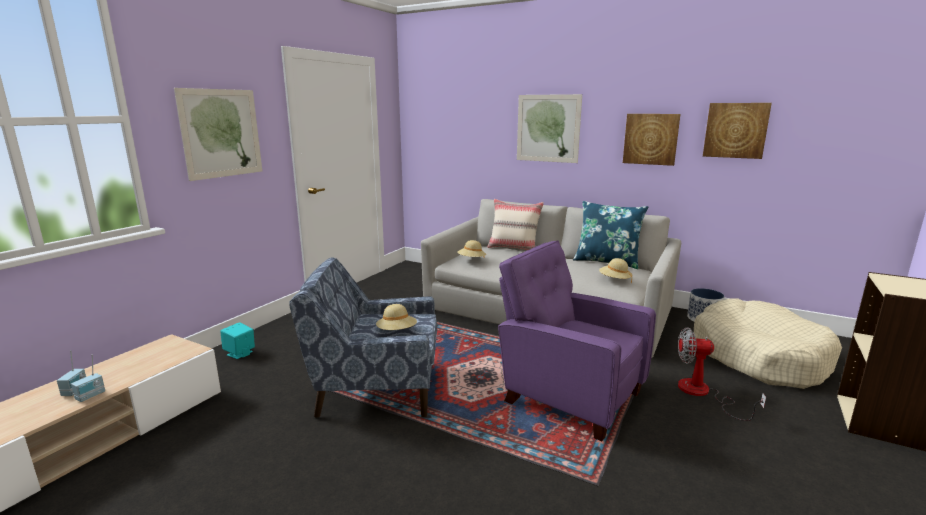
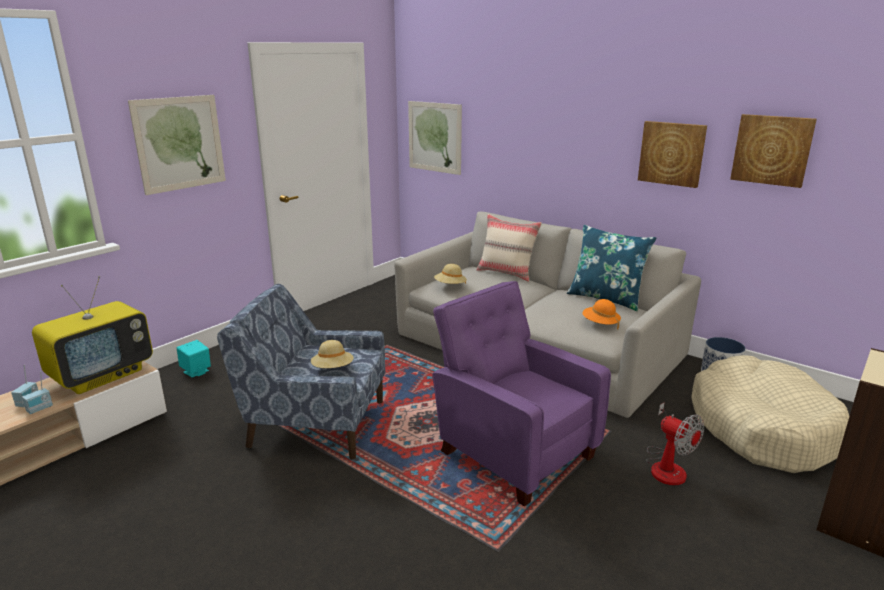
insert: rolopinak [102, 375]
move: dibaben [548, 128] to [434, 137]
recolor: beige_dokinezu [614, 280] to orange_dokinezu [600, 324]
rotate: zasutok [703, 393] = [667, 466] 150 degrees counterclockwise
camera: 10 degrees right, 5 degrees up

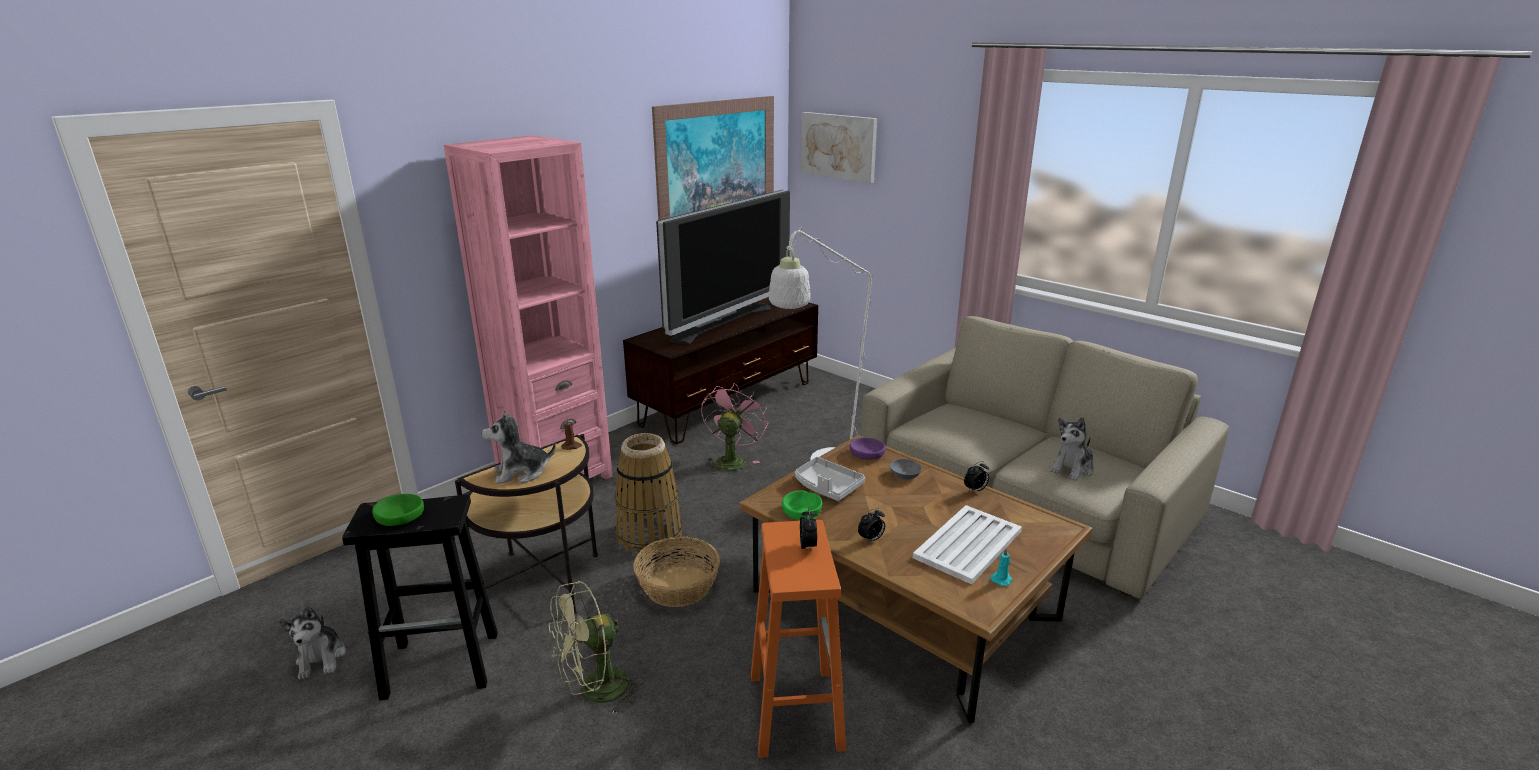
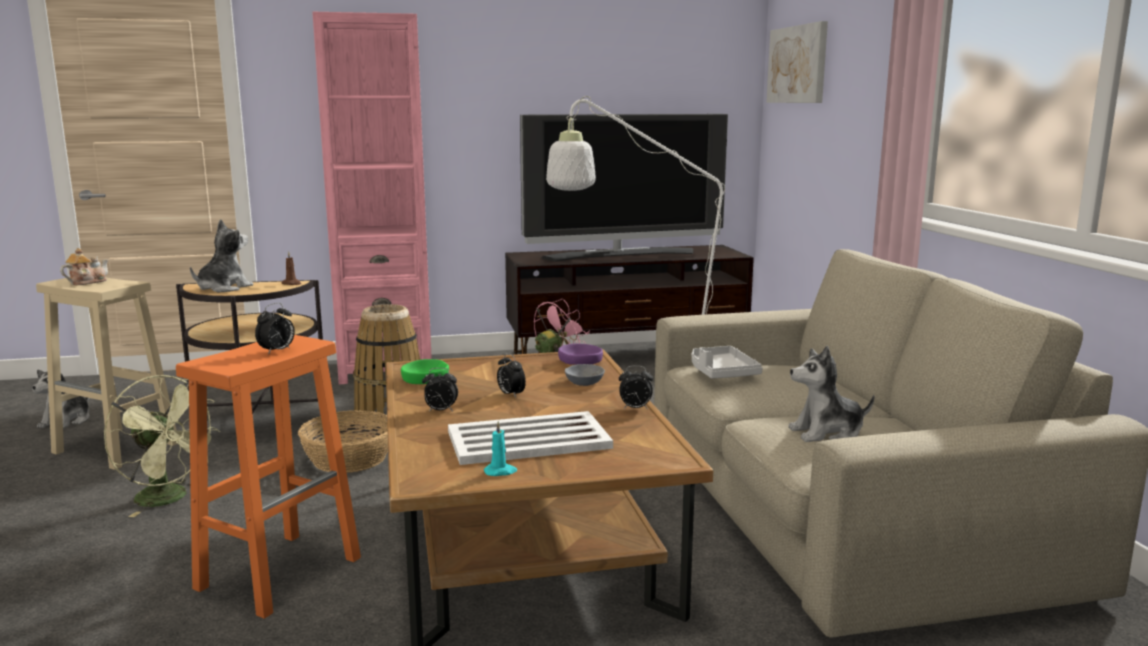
delete: dibaben [717, 161]
insert: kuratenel [510, 395]
move: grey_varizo [827, 487] to [721, 373]
replace: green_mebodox [400, 516] to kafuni [87, 282]
recolor: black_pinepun [443, 664] to beige_pinepun [118, 448]
rotate: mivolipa [521, 473] = [223, 288] 105 degrees clockwise; green_zasutok [595, 692] = [169, 499] 150 degrees counterclockwise
camera: 35 degrees right, 10 degrees down

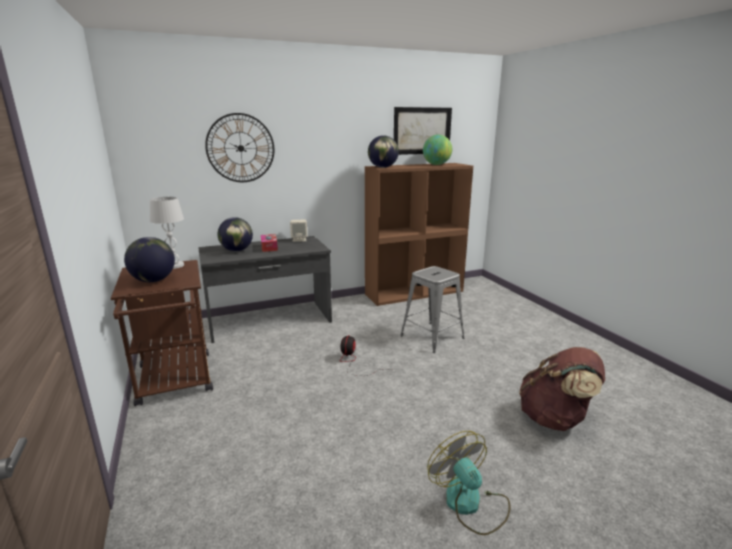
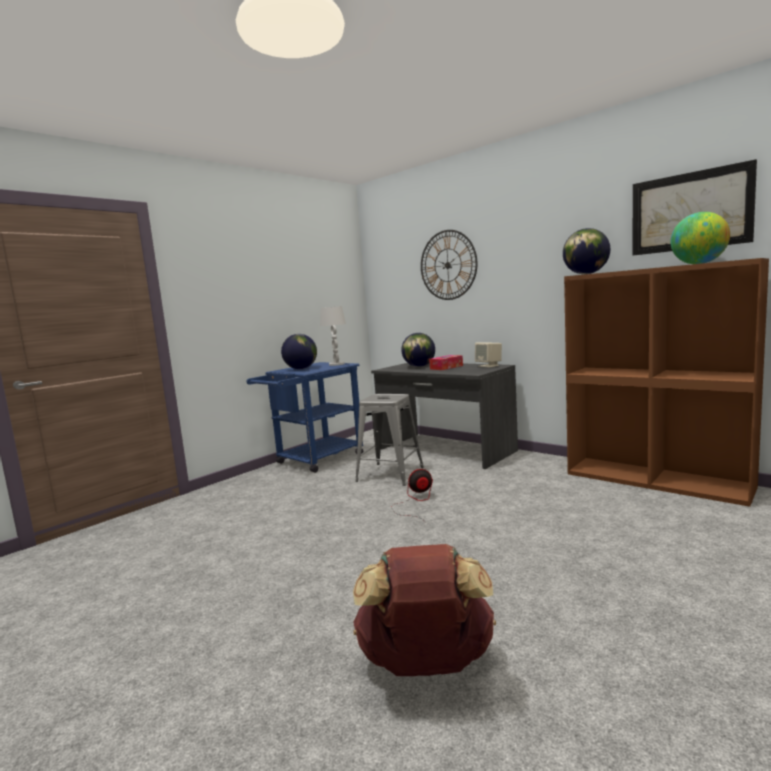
delete: zasutok [470, 504]
move: grey_pinepun [432, 337] to [390, 474]
recolor: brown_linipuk [175, 382] to blue_linipuk [314, 460]
camera: 65 degrees right, 10 degrees down

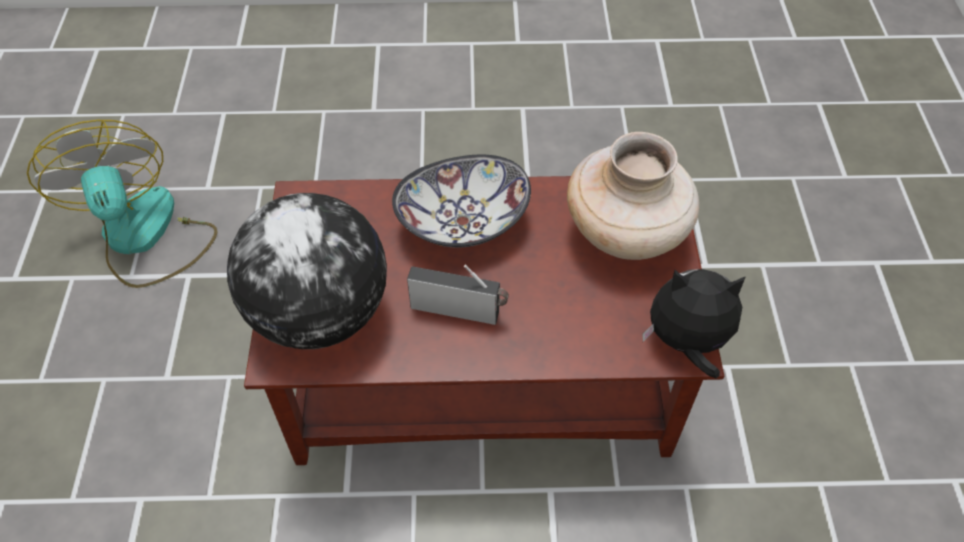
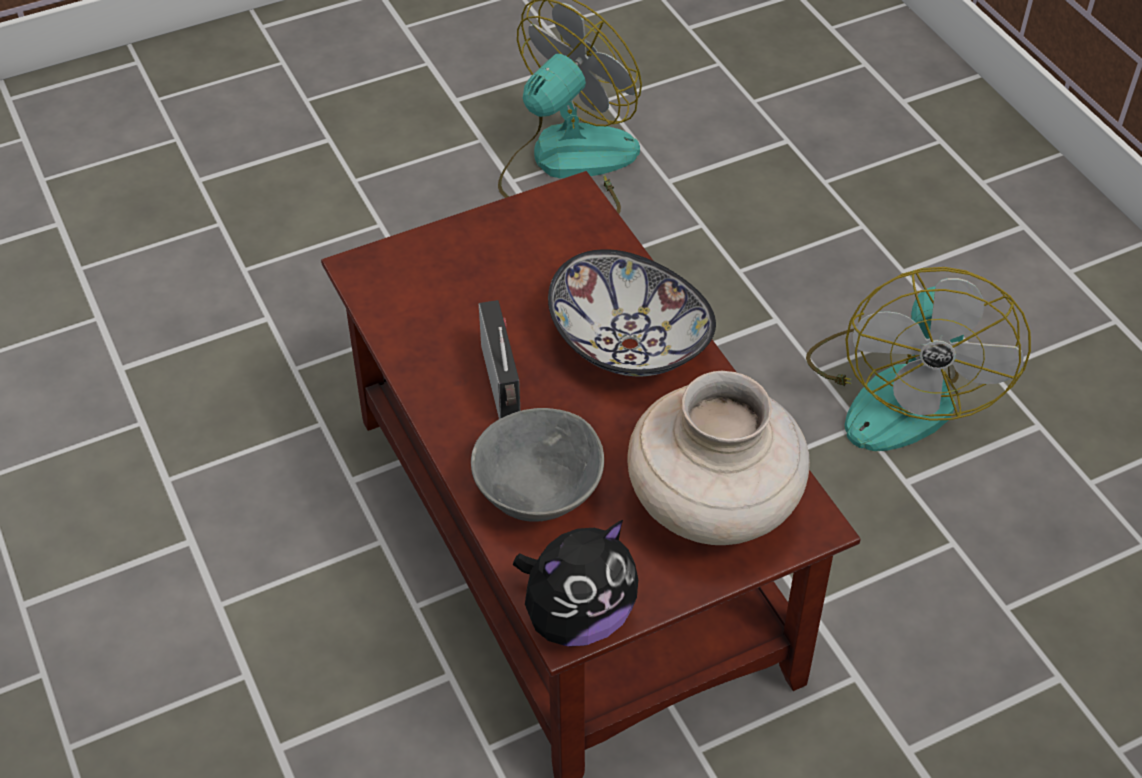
delete: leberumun [320, 314]
insert: grey_mebodox [536, 495]; zasutok [900, 390]
rotate: mivolipa [686, 343] = [577, 617] 75 degrees clockwise
camera: 65 degrees right, 5 degrees down

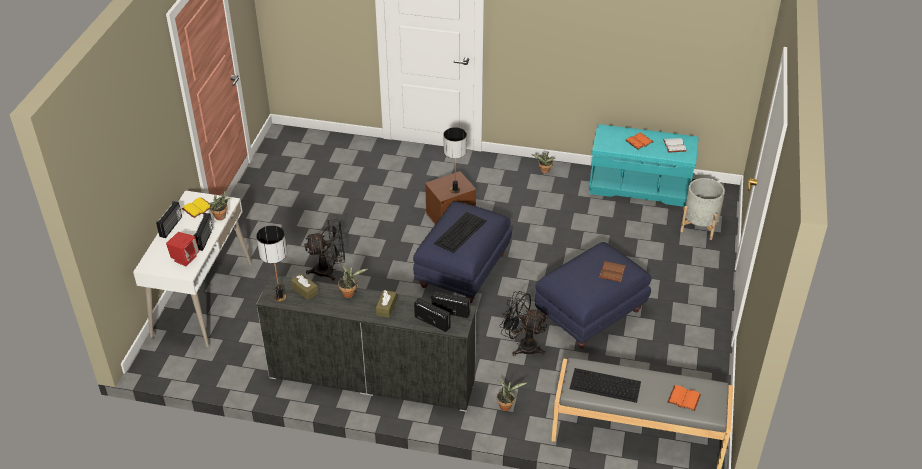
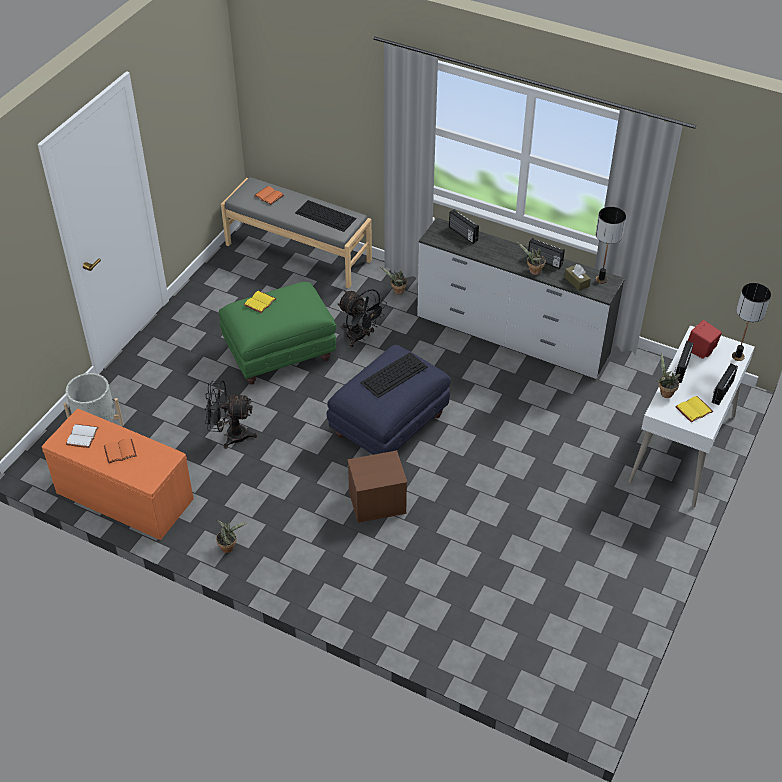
delete: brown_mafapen [386, 307]
move: black_zasutok [329, 270] to [230, 435]; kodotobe [451, 311] to [544, 261]; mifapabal [455, 190] to [737, 356]
recolor: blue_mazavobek [589, 315] to green_mazavobek [280, 353]; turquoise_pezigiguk [640, 186] to orange_pezigiguk [123, 496]; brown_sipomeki [611, 271] to yellow_sipomeki [260, 303]
camera: 165 degrees left, 5 degrees up

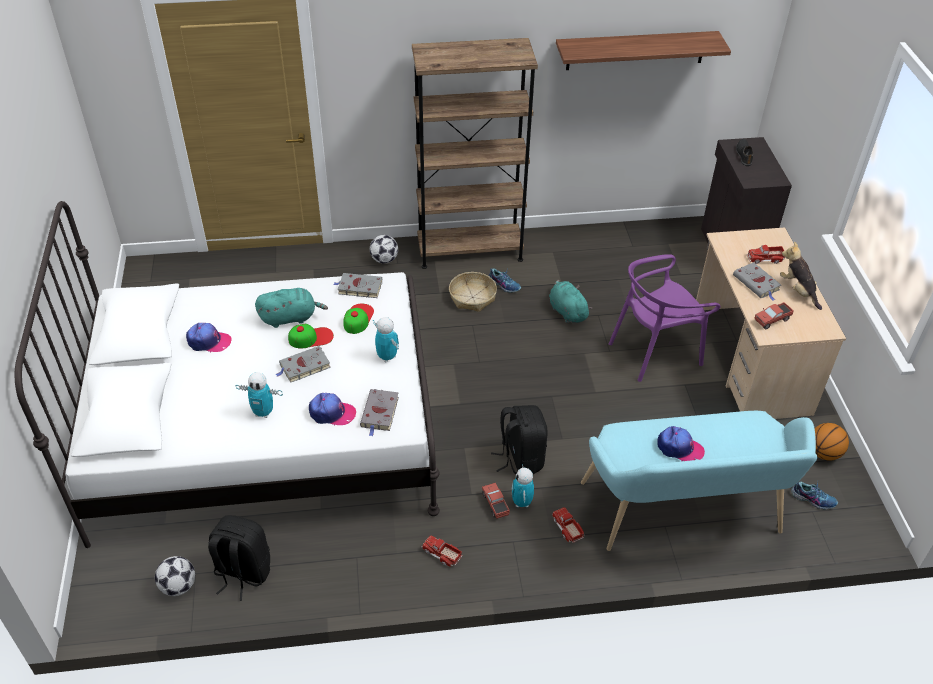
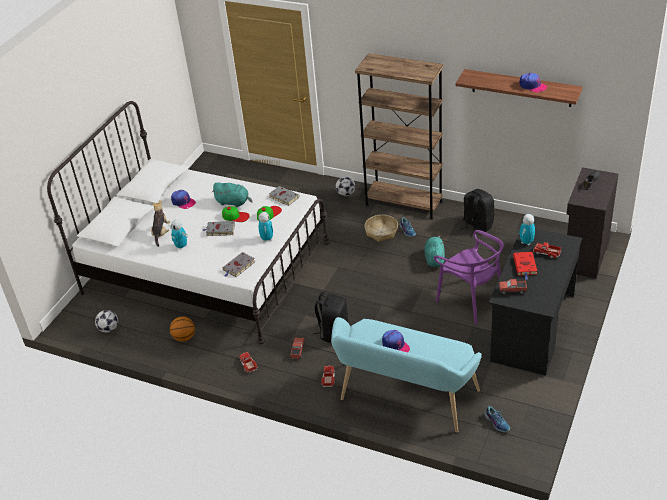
move: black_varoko [242, 572] to [476, 225]; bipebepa [332, 413] to [532, 86]; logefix [521, 502] to [526, 242]; mivolipa [798, 290] to [161, 233]; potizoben [823, 453] to [184, 337]
recolor: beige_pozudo [750, 360] to black_pozudo [532, 328]; grey_sipomeki [757, 283] to red_sipomeki [525, 266]
rotate: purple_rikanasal [654, 351] = [471, 301] 135 degrees counterclockwise
camera: 35 degrees right, 5 degrees down

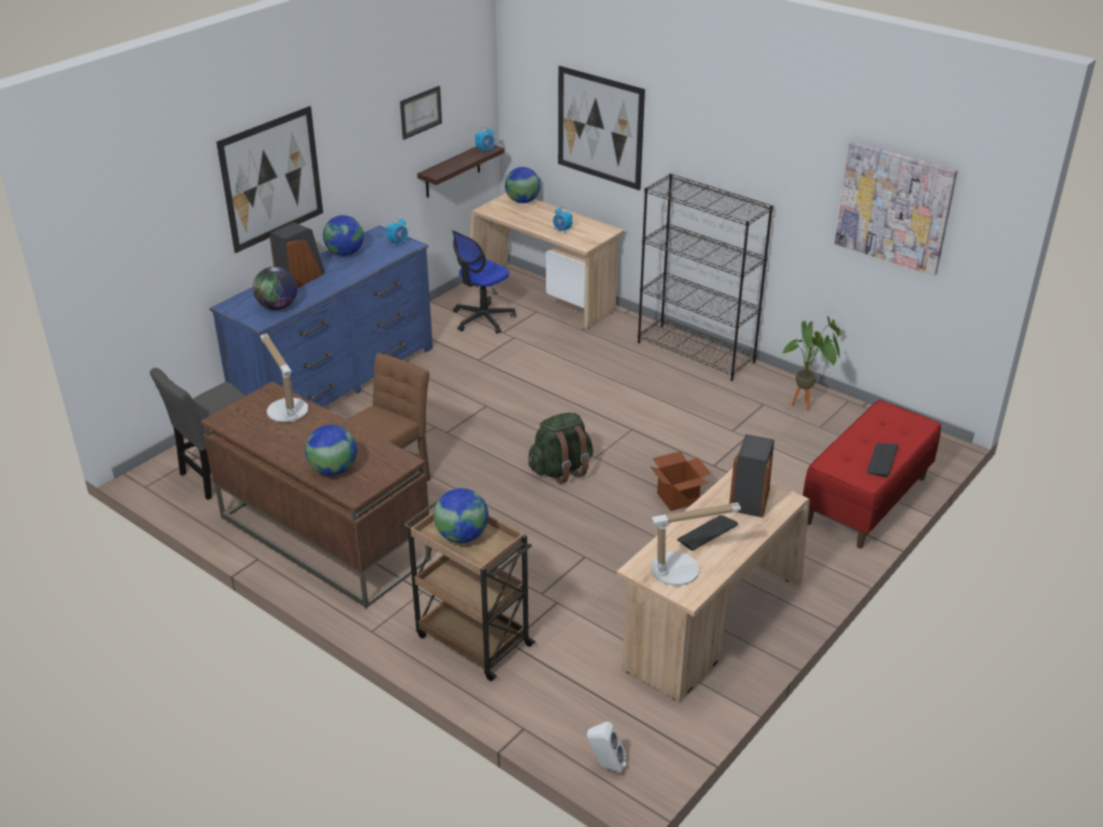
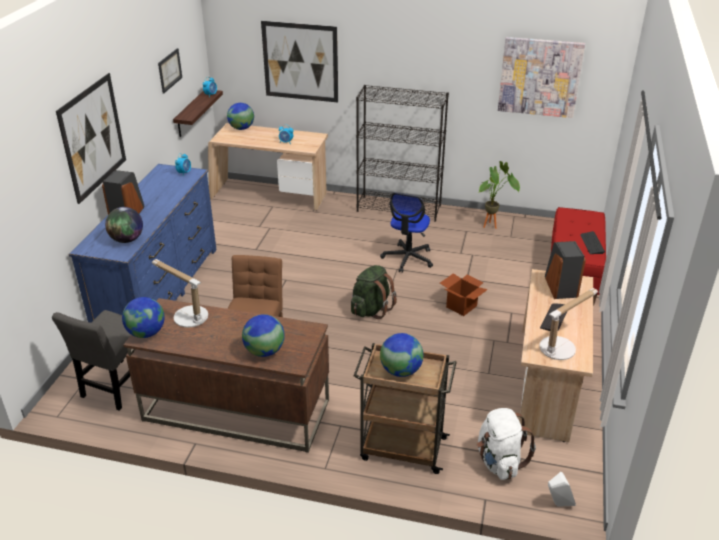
insert: white_varoko [499, 462]
move: leberumun [345, 253] to [146, 333]; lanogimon [483, 319] to [408, 258]
camera: 25 degrees left, 0 degrees up

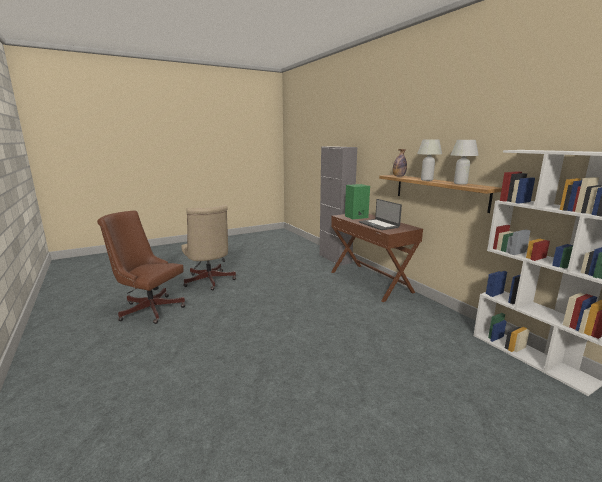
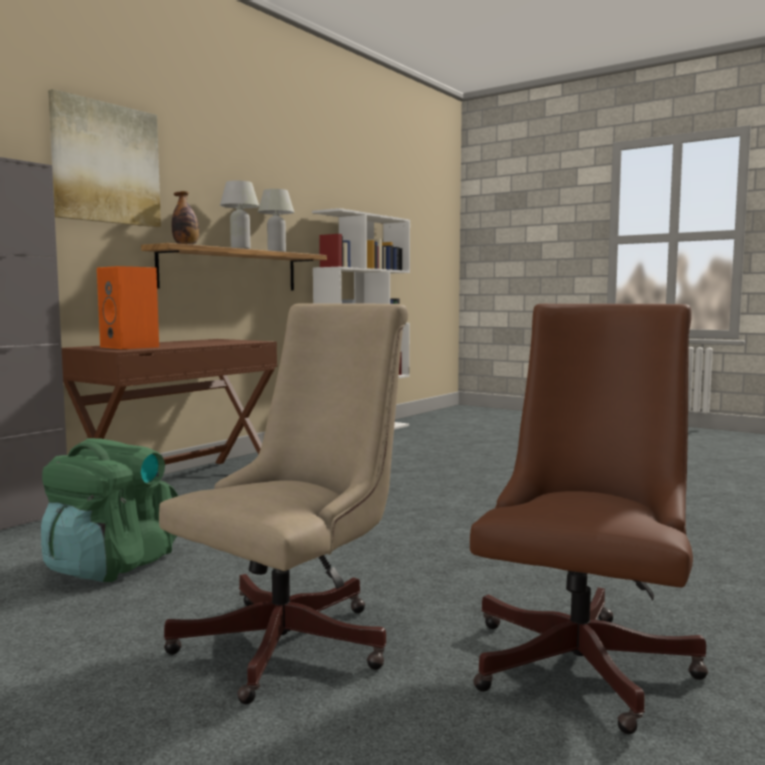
delete: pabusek [379, 225]
insert: green_varoko [110, 566]; dibaben [106, 163]
recolor: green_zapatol [356, 217] to orange_zapatol [131, 347]
rotate: brown_lanogimon [149, 308] = [585, 659] 150 degrees counterclockwise
camera: 115 degrees left, 10 degrees down

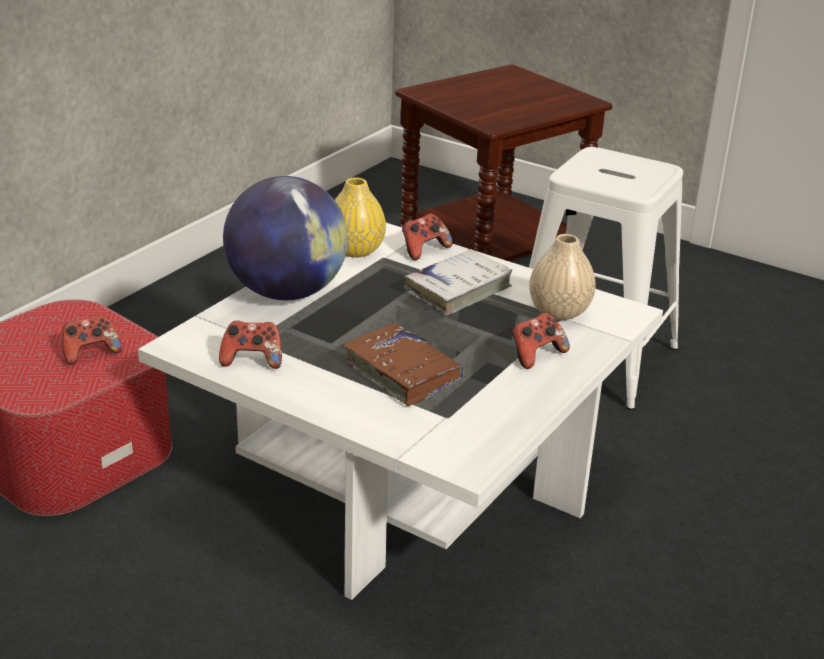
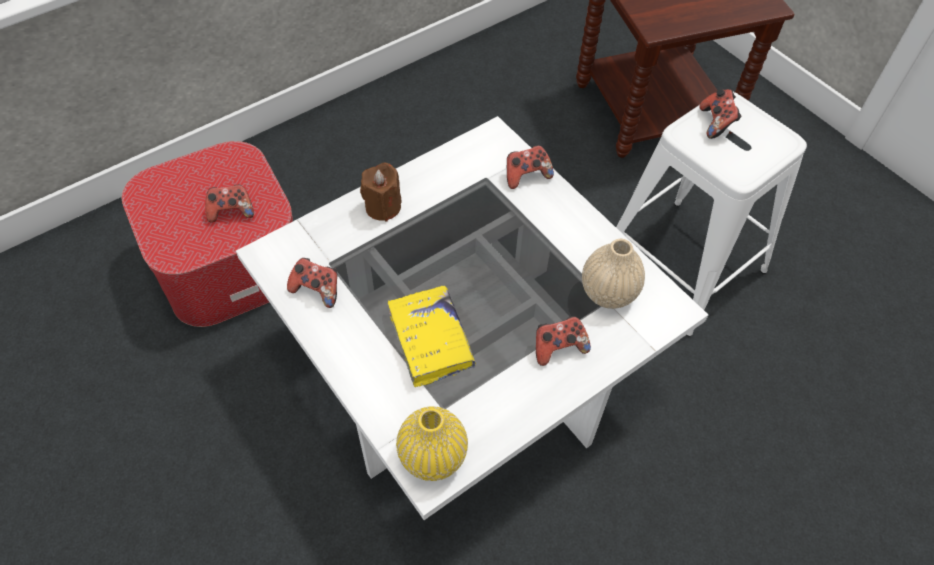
delete: white_sipomeki [458, 290]
insert: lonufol [716, 123]
move: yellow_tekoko [355, 250] to [432, 456]
replace: leberumun [287, 292] to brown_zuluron [383, 207]
recolor: brown_sipomeki [402, 373] to yellow_sipomeki [431, 340]
camera: 20 degrees right, 25 degrees up

